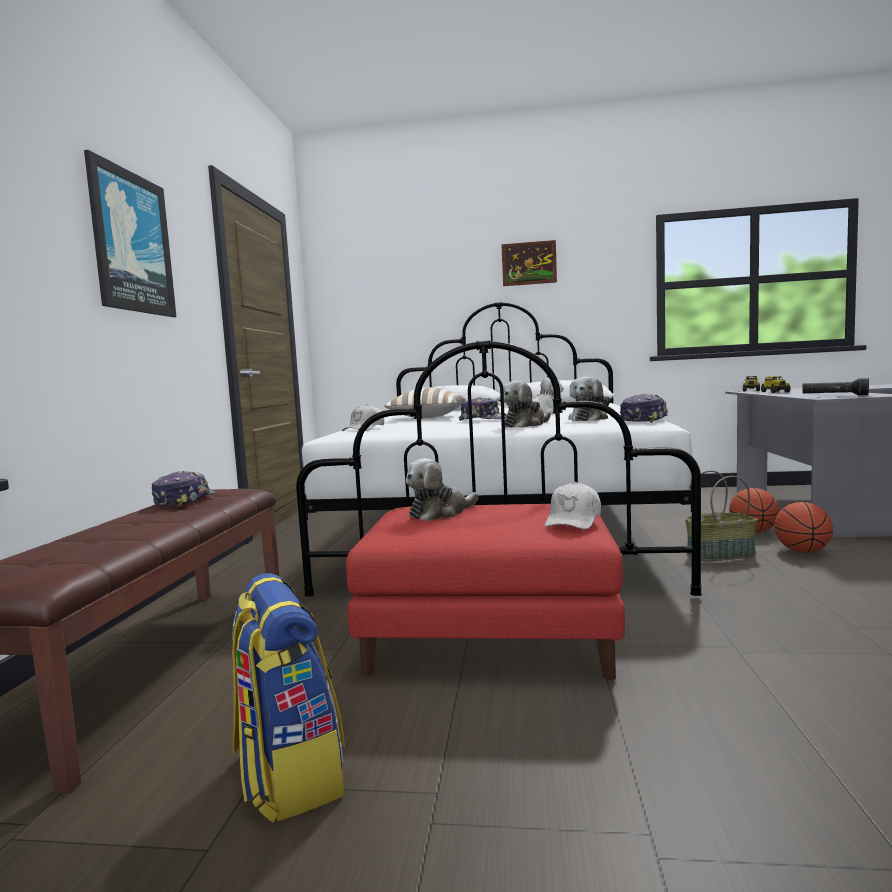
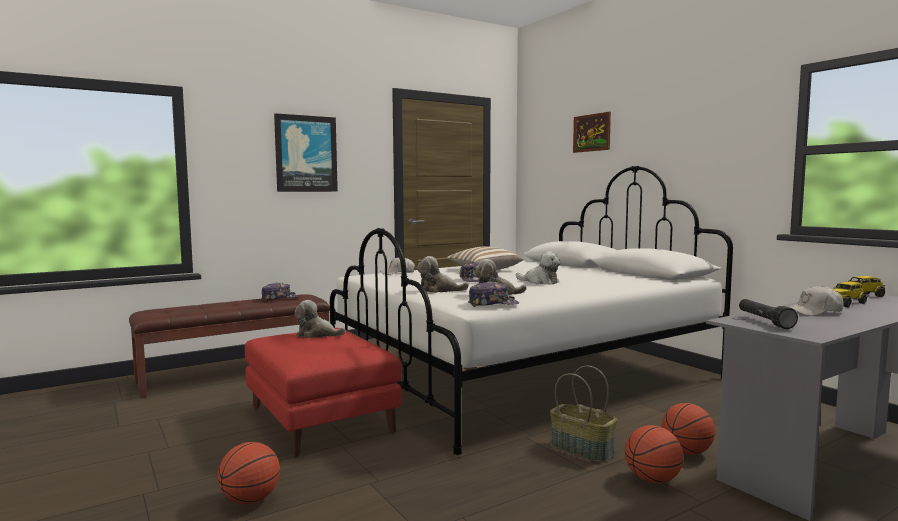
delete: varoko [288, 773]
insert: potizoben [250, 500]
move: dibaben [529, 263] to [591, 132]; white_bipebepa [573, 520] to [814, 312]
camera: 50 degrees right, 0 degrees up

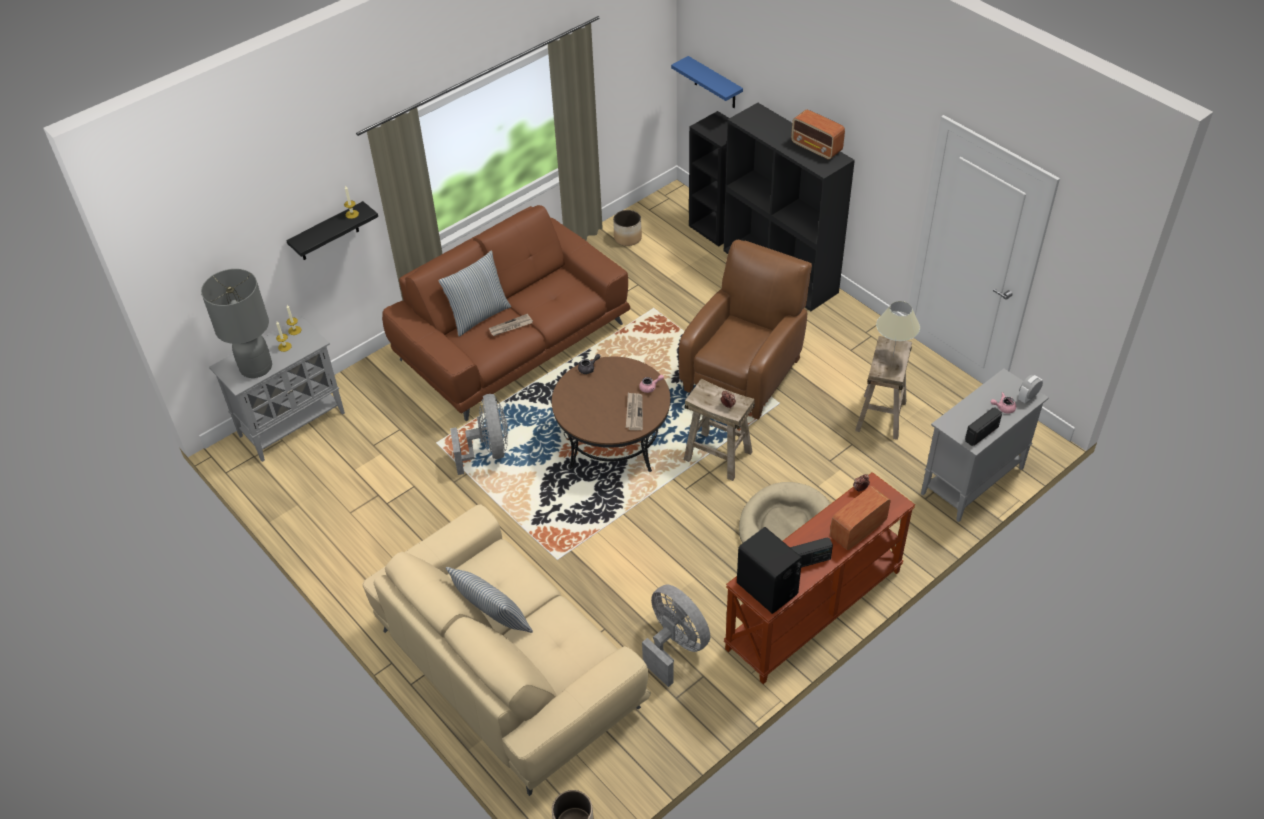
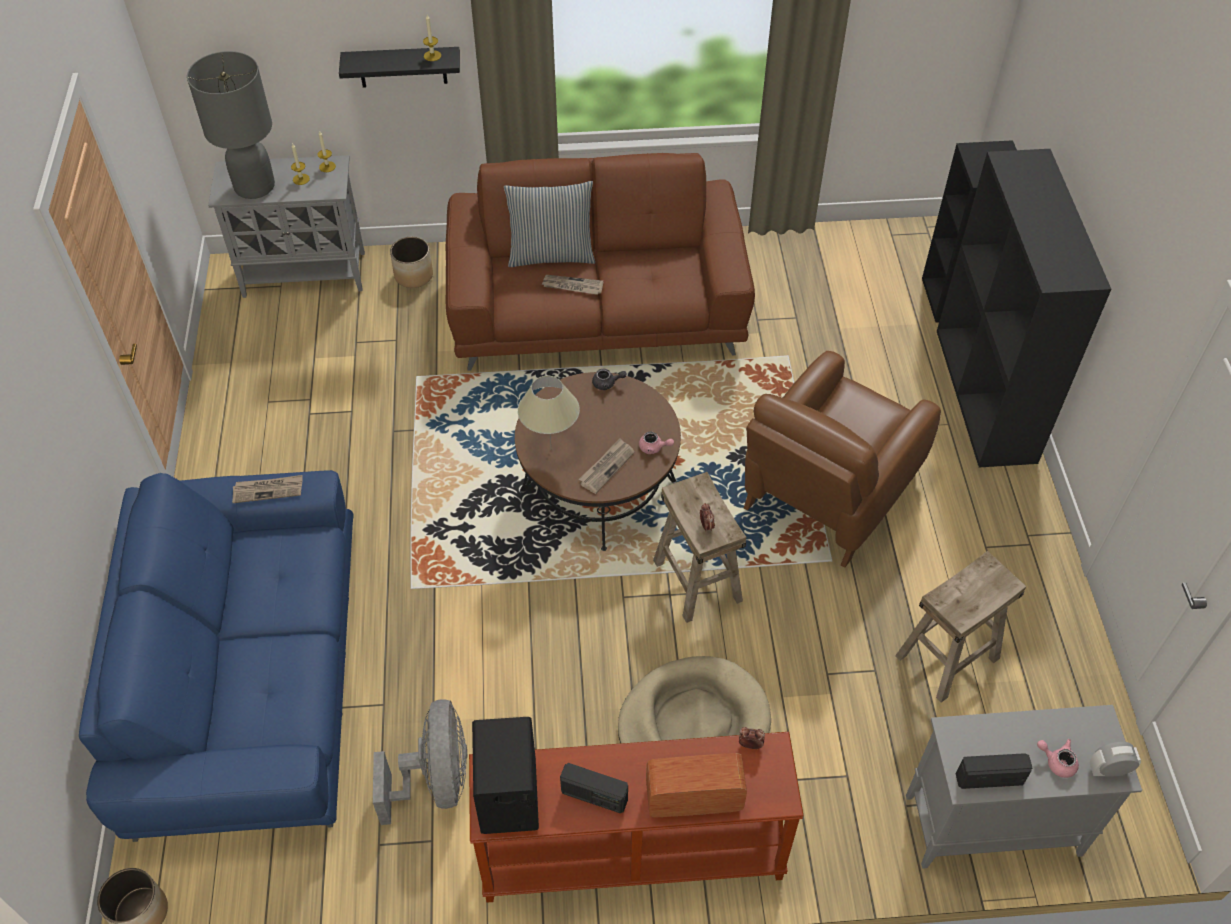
delete: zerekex [493, 621]; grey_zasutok [488, 451]; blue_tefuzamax [715, 83]; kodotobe [816, 148]
insert: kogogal [268, 490]
move: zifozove [627, 238] to [414, 275]; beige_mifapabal [892, 357] to [551, 449]
recolor: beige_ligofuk [509, 667] to blue_ligofuk [250, 678]
rotate: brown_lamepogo [745, 371] = [826, 496] 150 degrees clockwise
camera: 35 degrees right, 5 degrees up

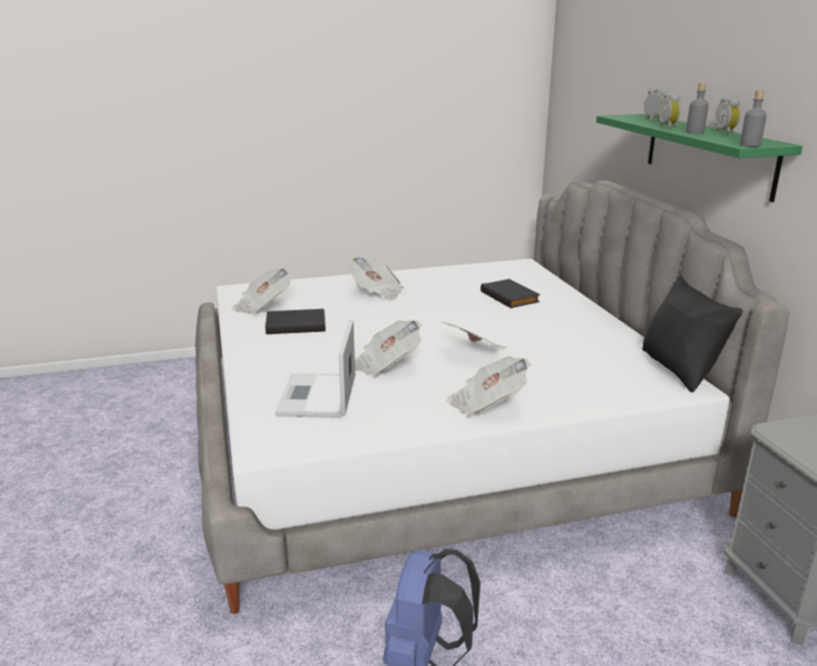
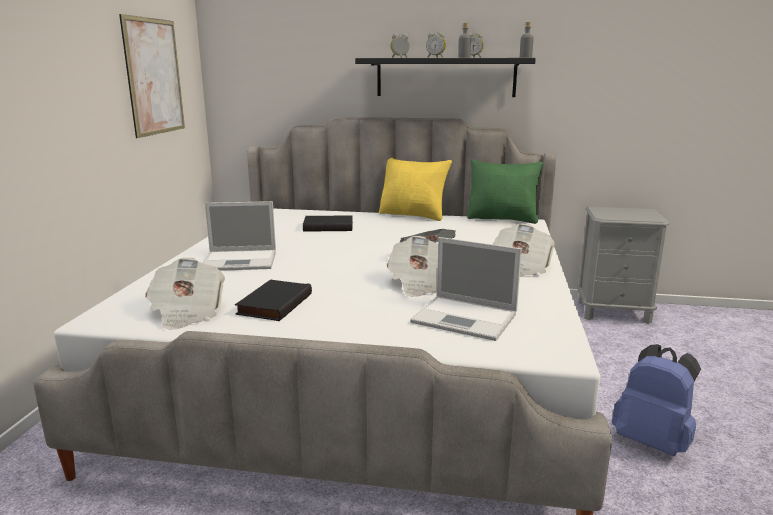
insert: dibaben [154, 77]; yellow_zerekex [413, 215]
replace: kogogal [377, 292] to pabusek [241, 261]
recolor: green_tefuzamax [708, 154] to black_tefuzamax [445, 77]; black_zerekex [679, 369] to green_zerekex [503, 219]
camera: 65 degrees left, 5 degrees down

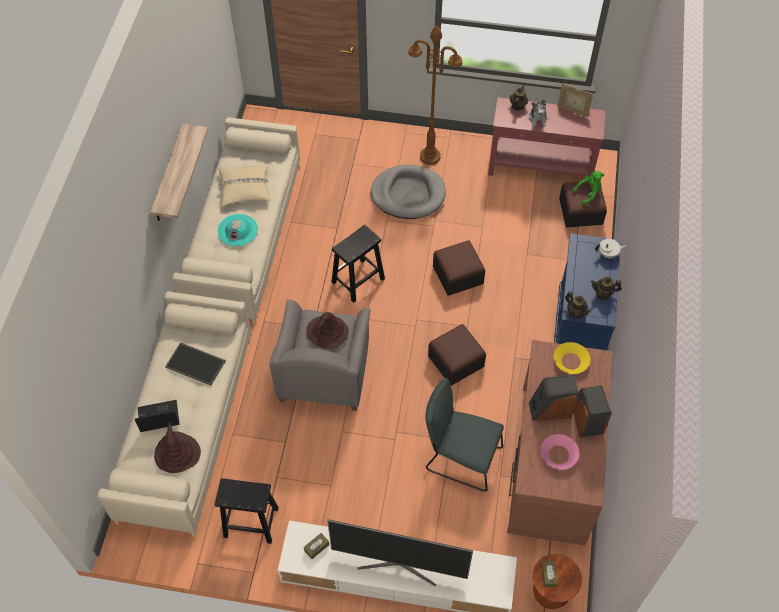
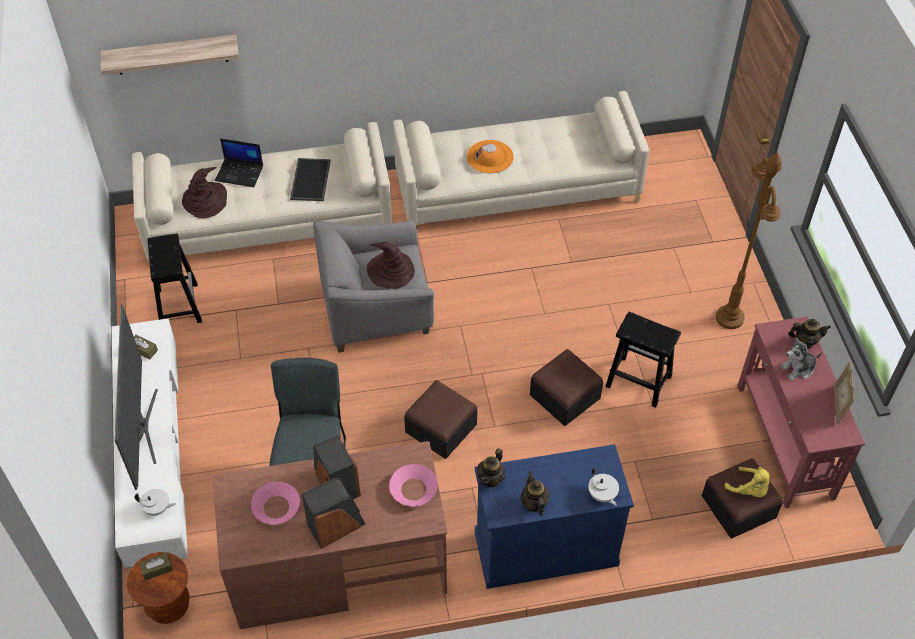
delete: beige_zerekex [245, 188]; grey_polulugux [408, 194]
insert: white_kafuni [157, 508]
move: tefuzamax [169, 175] to [171, 55]; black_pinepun [357, 281] to [637, 381]
recolor: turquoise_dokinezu [237, 230] to orange_dokinezu [490, 157]; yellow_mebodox [570, 361] to pink_mebodox [413, 489]; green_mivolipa [588, 193] to yellow_mivolipa [749, 490]
rotate: pabusek [158, 417] = [240, 173] 135 degrees clockwise
camera: 70 degrees right, 5 degrees down

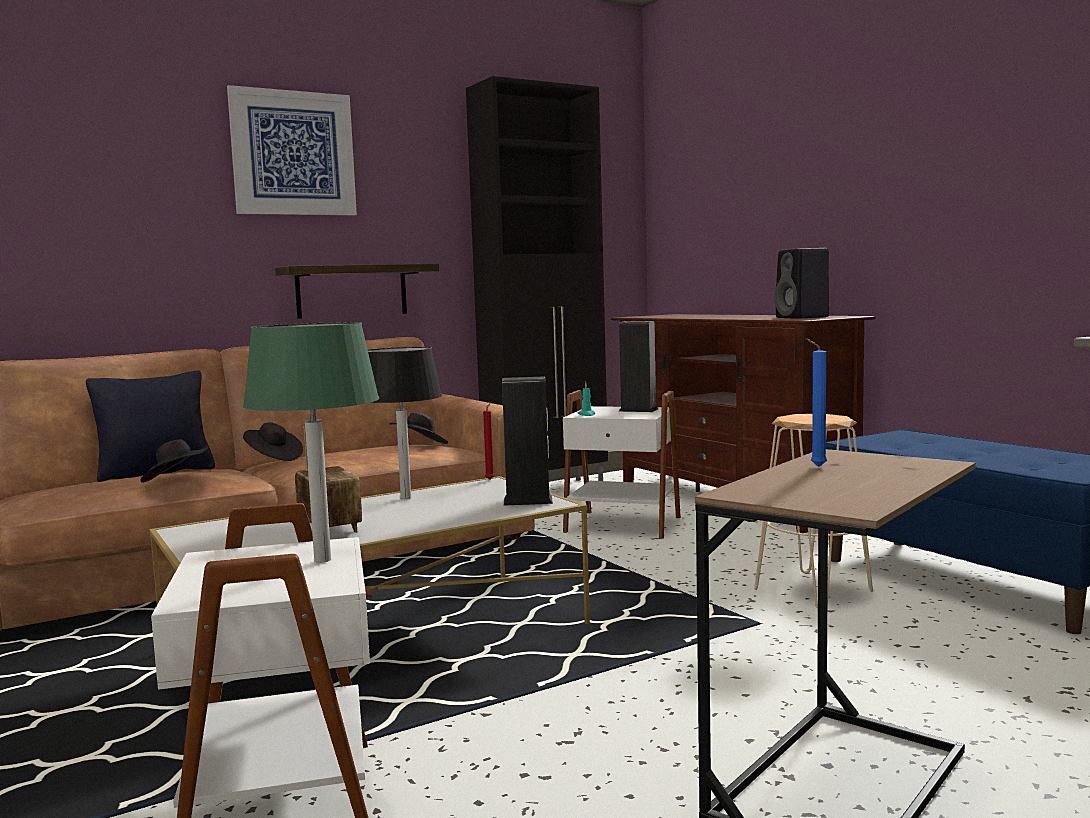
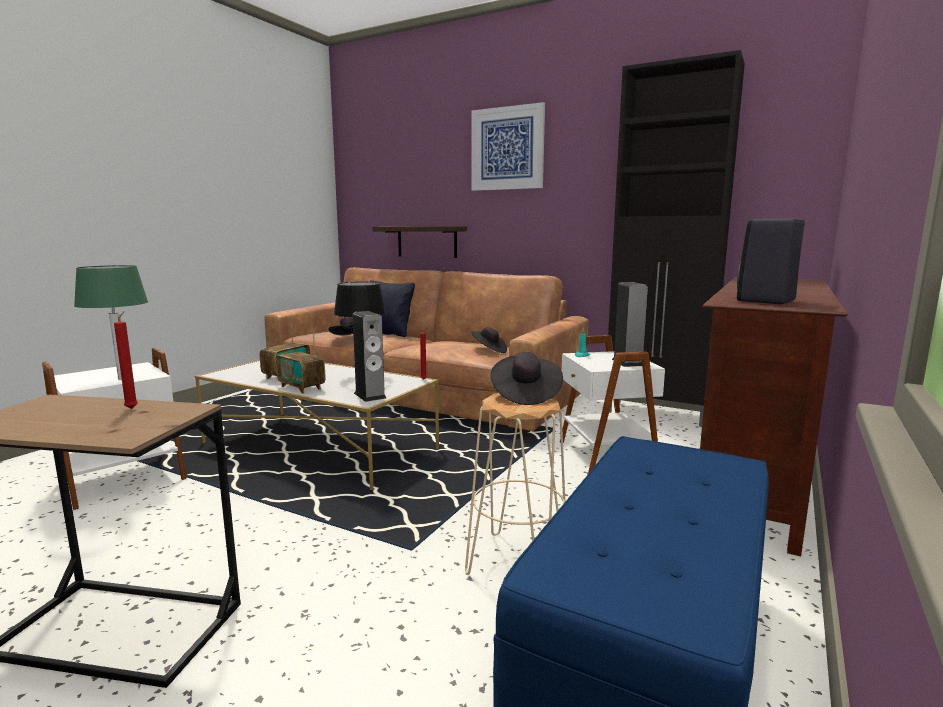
insert: kodotobe [301, 387]
move: black_dokinezu [273, 458] to [525, 395]; tefuzamax [352, 291] to [427, 241]
recolor: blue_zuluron [816, 466] to red_zuluron [133, 408]
camera: 60 degrees right, 5 degrees up

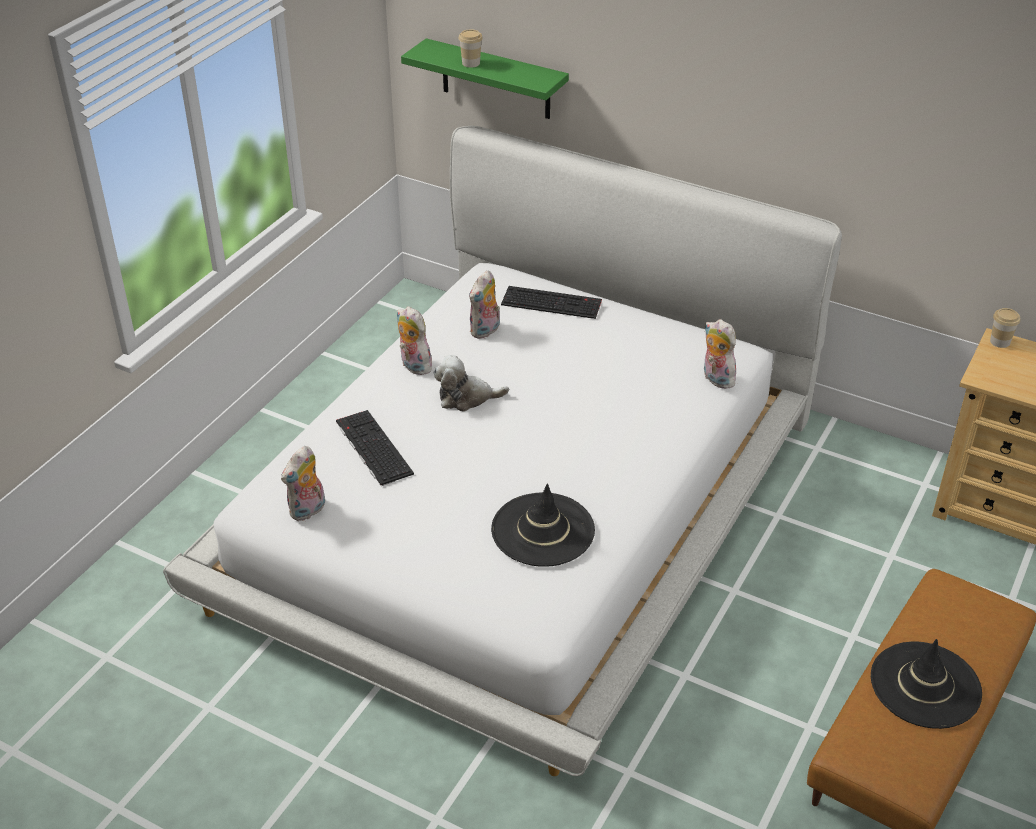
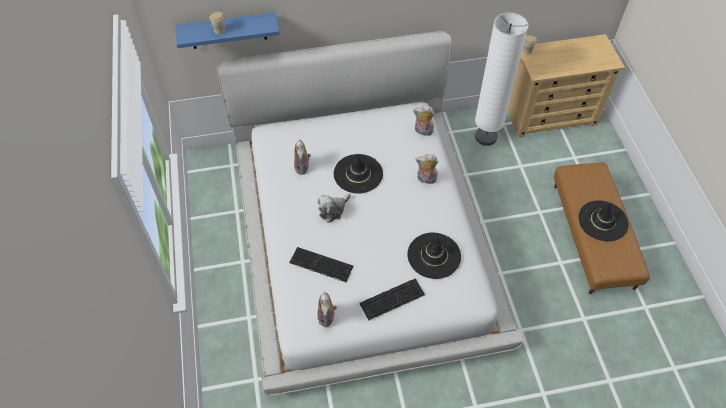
insert: black_dokinezu [358, 174]; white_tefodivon [486, 137]
move: mivolipa [413, 366] to [426, 180]; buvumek [553, 302] to [392, 298]
recolor: green_tefuzamax [496, 80] to blue_tefuzamax [228, 31]
camera: 40 degrees left, 15 degrees up

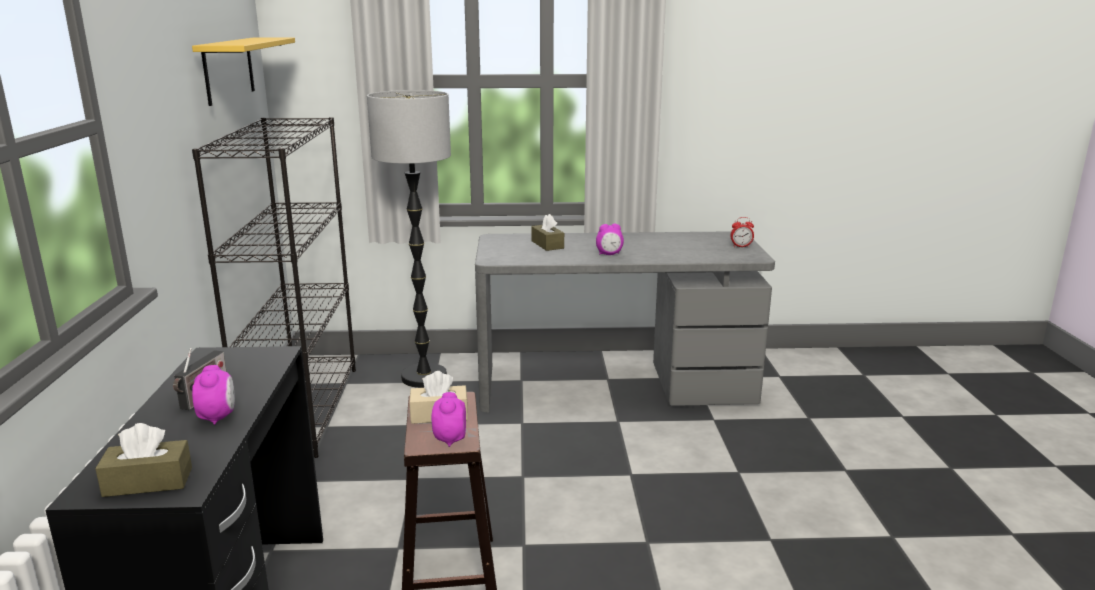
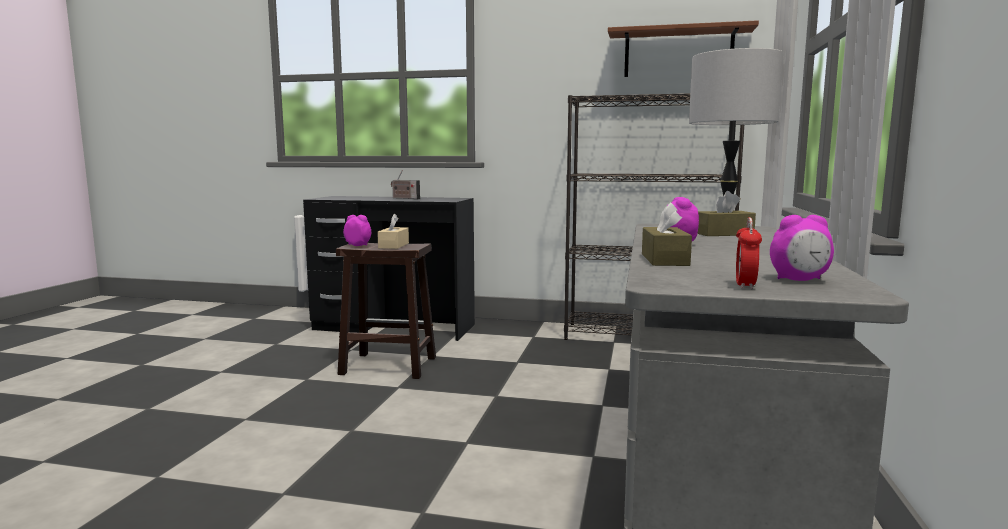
move: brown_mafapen [148, 482] to [664, 260]; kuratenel [217, 417] to [799, 280]
recolor: yellow_tefuzamax [228, 69] to brown_tefuzamax [678, 53]
camera: 105 degrees right, 10 degrees down

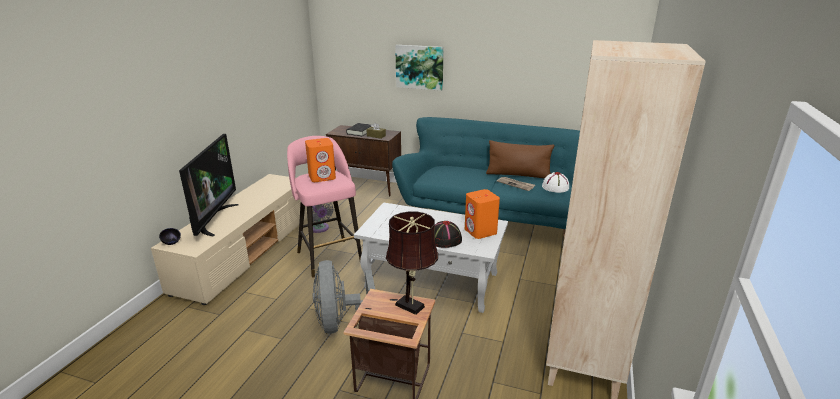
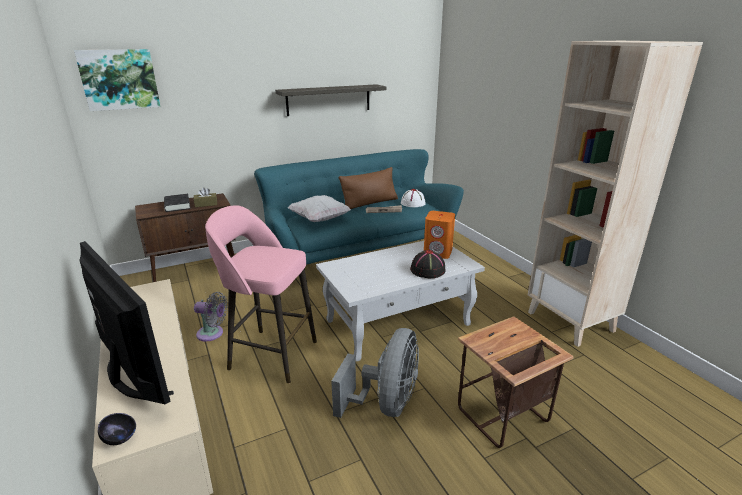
delete: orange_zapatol [322, 177]; brown_mifapabal [412, 307]
insert: tefuzamax [329, 100]; white_zerekex [320, 219]
move: dibaben [419, 67] to [119, 79]
rotate: grey_zasutok [340, 322] = [386, 403] 105 degrees counterclockwise
camera: 45 degrees left, 0 degrees up

